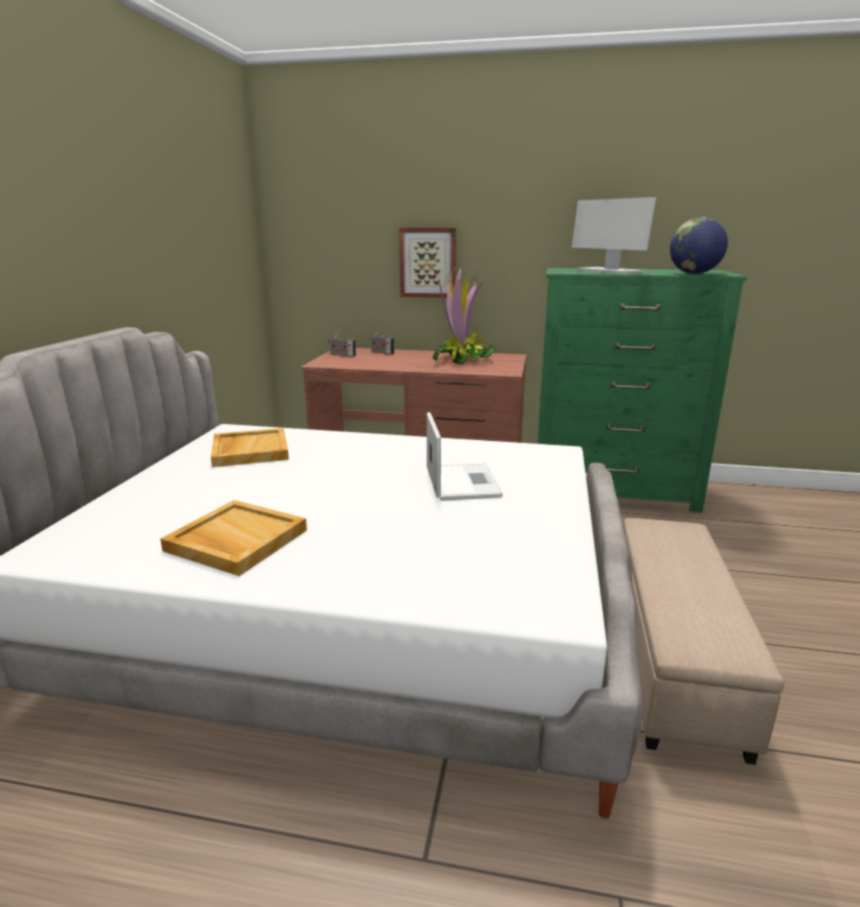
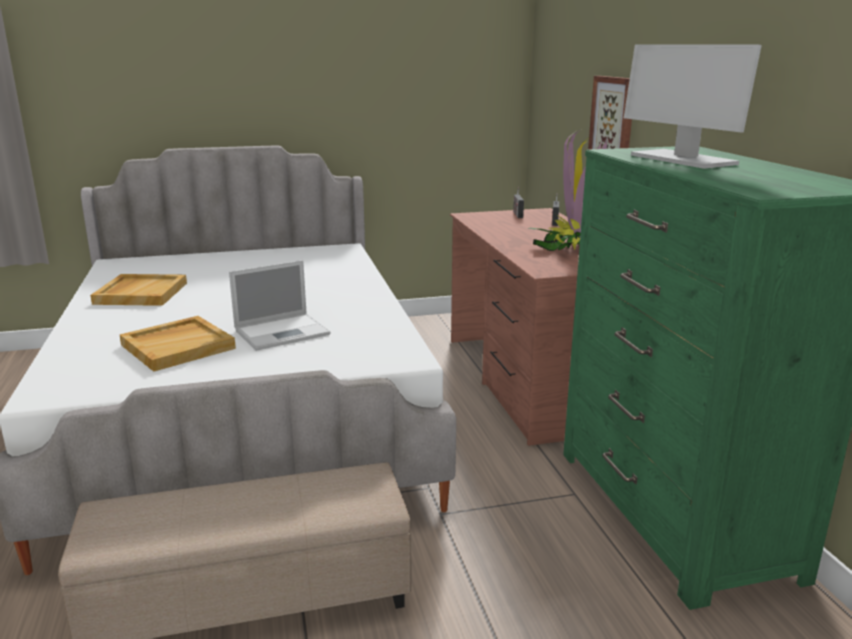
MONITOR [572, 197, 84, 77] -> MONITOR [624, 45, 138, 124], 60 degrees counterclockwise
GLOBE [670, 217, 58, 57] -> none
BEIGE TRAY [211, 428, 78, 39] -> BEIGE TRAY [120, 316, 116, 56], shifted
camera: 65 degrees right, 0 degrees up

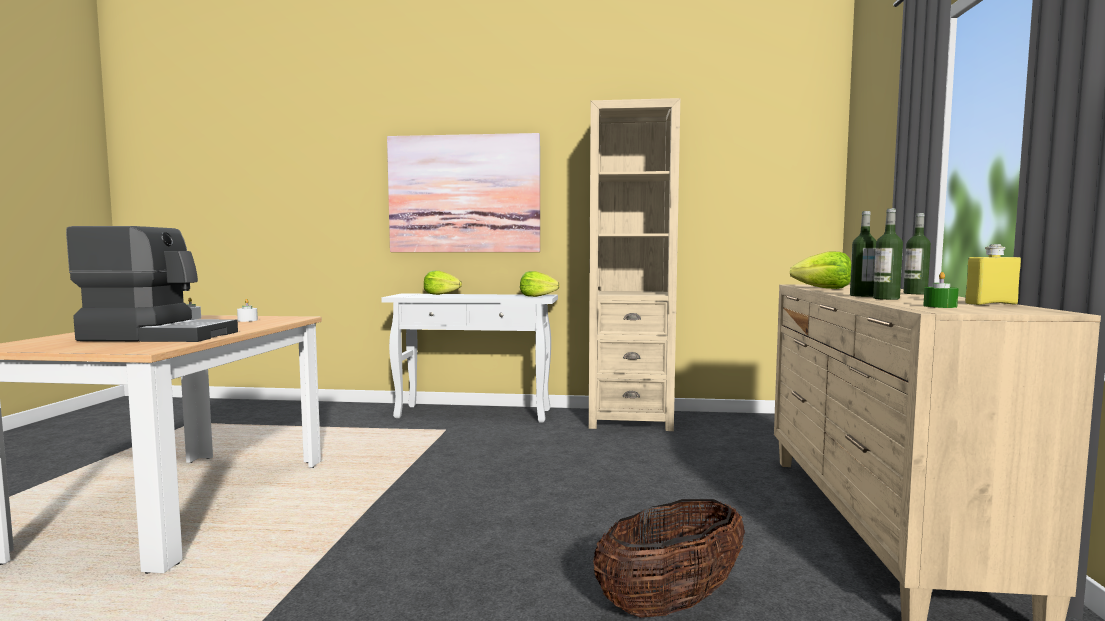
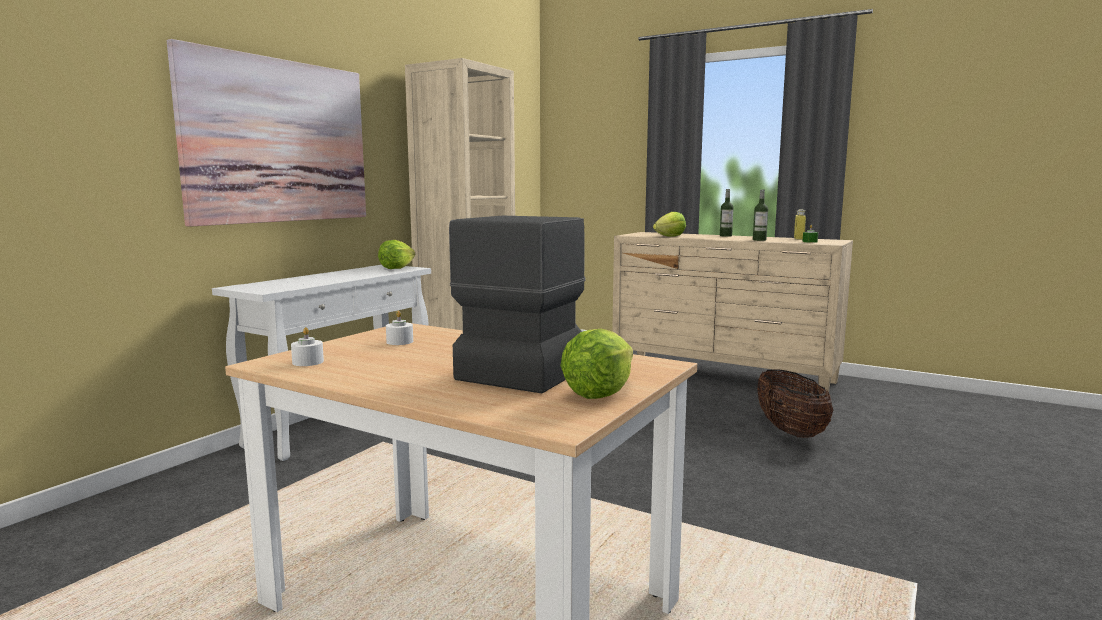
BOTTLE [850, 211, 27, 86] -> none
LETTUCE [424, 270, 38, 25] -> LETTUCE [560, 329, 73, 70], shifted
camera: 65 degrees left, 5 degrees up

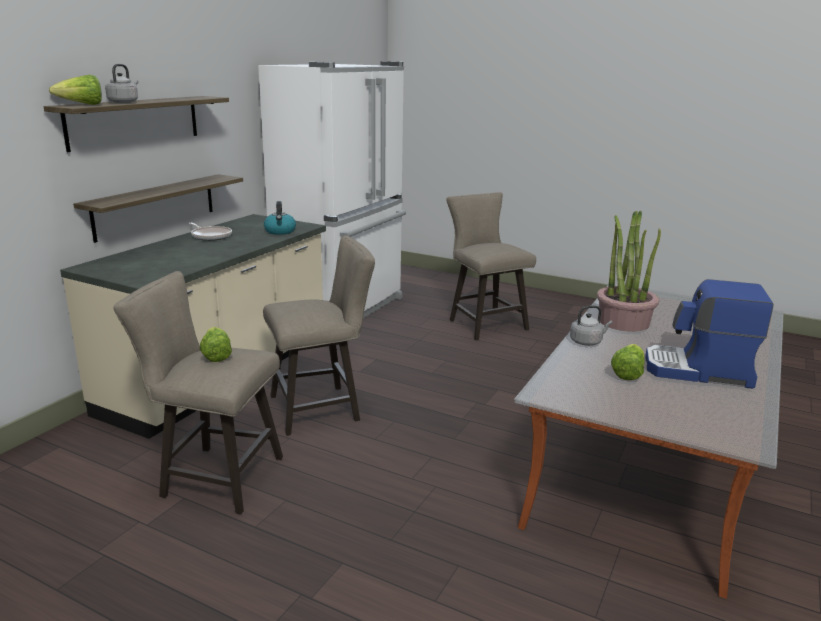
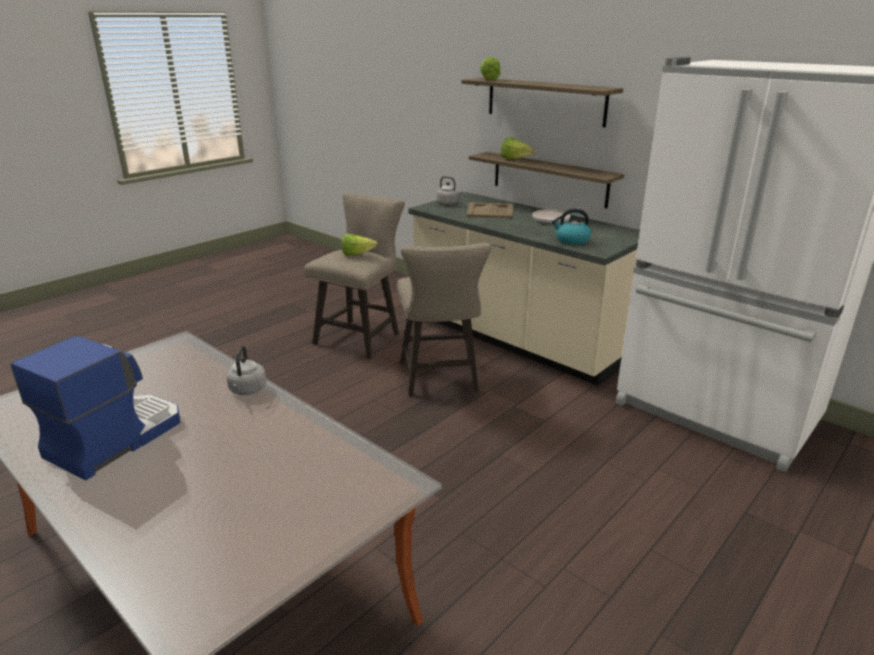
GREY KETTLE [105, 64, 33, 39] -> GREY KETTLE [437, 176, 26, 29], shifted
BEIGE STOOL [446, 192, 90, 148] -> none
POTTED PLANT [597, 210, 64, 122] -> none
LETTUCE [611, 344, 34, 36] -> LETTUCE [501, 137, 34, 22], shifted
none -> BEIGE TRAY [467, 202, 46, 16]
camera: 105 degrees right, 5 degrees up

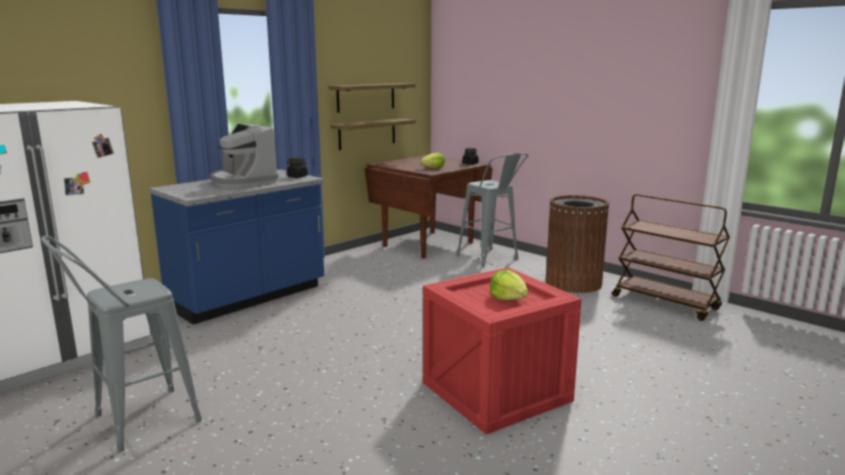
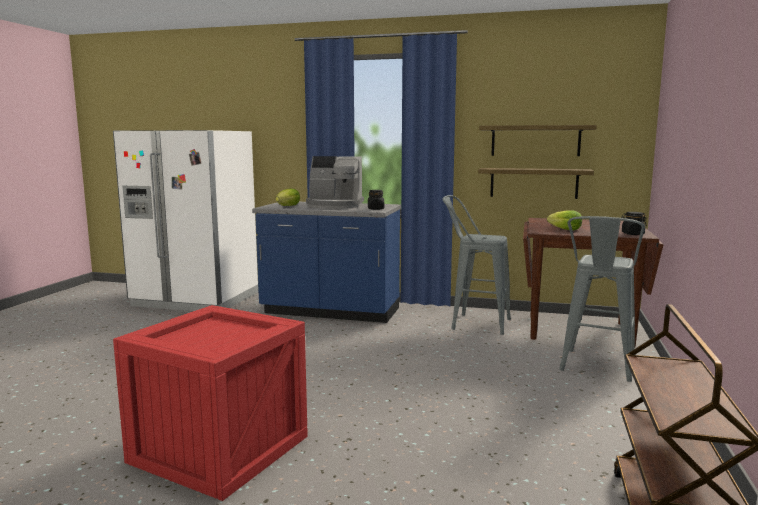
COFFEE MACHINE [210, 124, 69, 63] -> COFFEE MACHINE [306, 156, 58, 53], 105 degrees counterclockwise
BROWN TRASH CAN [546, 195, 63, 98] -> none
GREY STOOL [41, 236, 161, 216] -> GREY STOOL [442, 195, 69, 140], shifted
LETTUCE [490, 270, 38, 30] -> LETTUCE [275, 189, 25, 17], shifted
camera: 60 degrees right, 5 degrees down

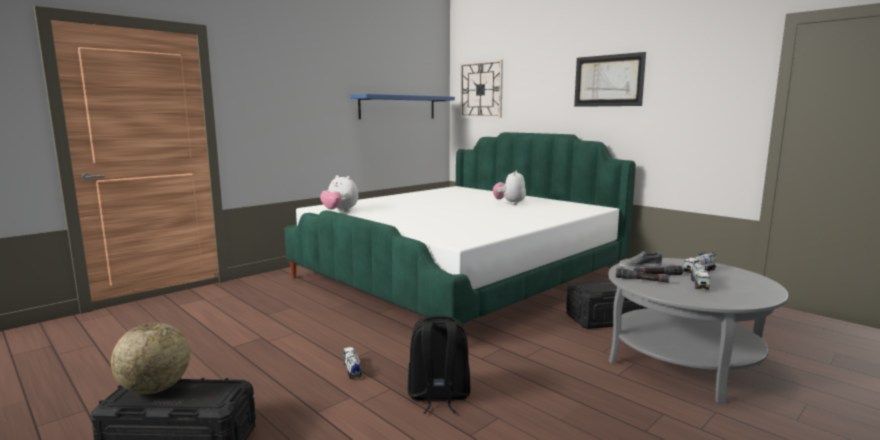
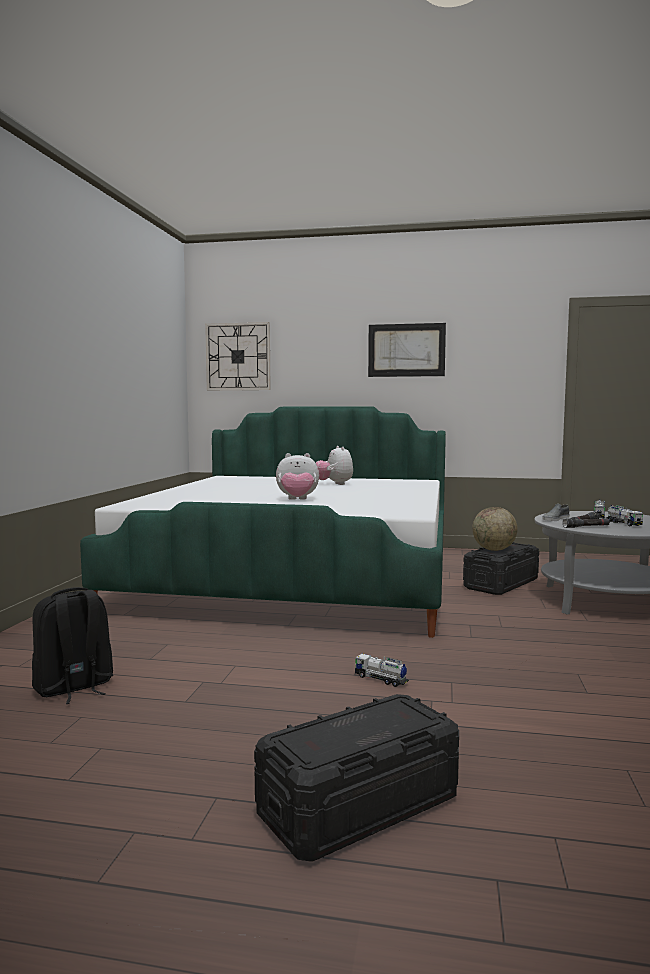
BLUE SHELF [351, 94, 104, 25] -> none
PLUSH TOY [320, 175, 38, 37] -> PLUSH TOY [276, 453, 43, 47], shifted
BLACK BACKPACK [407, 315, 64, 99] -> BLACK BACKPACK [32, 587, 81, 117], shifted
GLOBE [111, 322, 79, 72] -> GLOBE [472, 507, 46, 44], shifted
camera: 35 degrees left, 5 degrees down

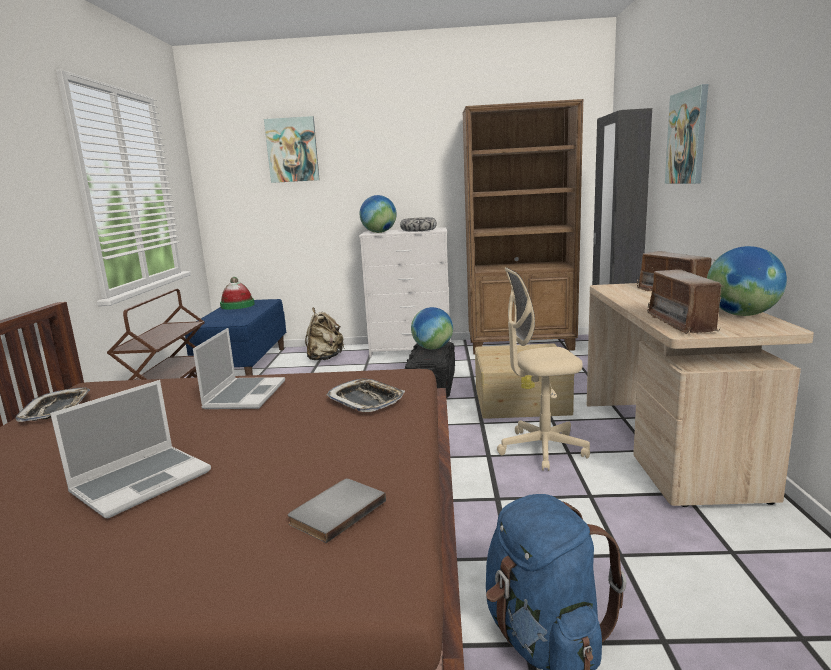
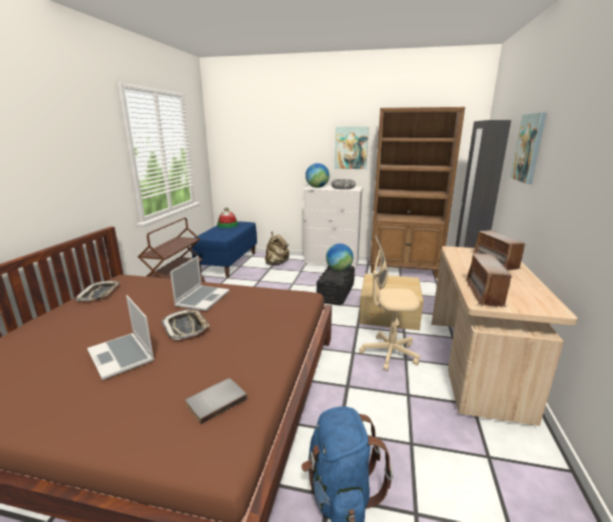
PICTURE [264, 116, 56, 67] -> PICTURE [334, 127, 35, 42], shifted
GLOBE [707, 246, 80, 70] -> none
TRAY [326, 379, 79, 33] -> TRAY [162, 309, 47, 31], shifted
LAPTOP [50, 380, 161, 138] -> LAPTOP [87, 295, 67, 85], 90 degrees clockwise
camera: 10 degrees right, 5 degrees up

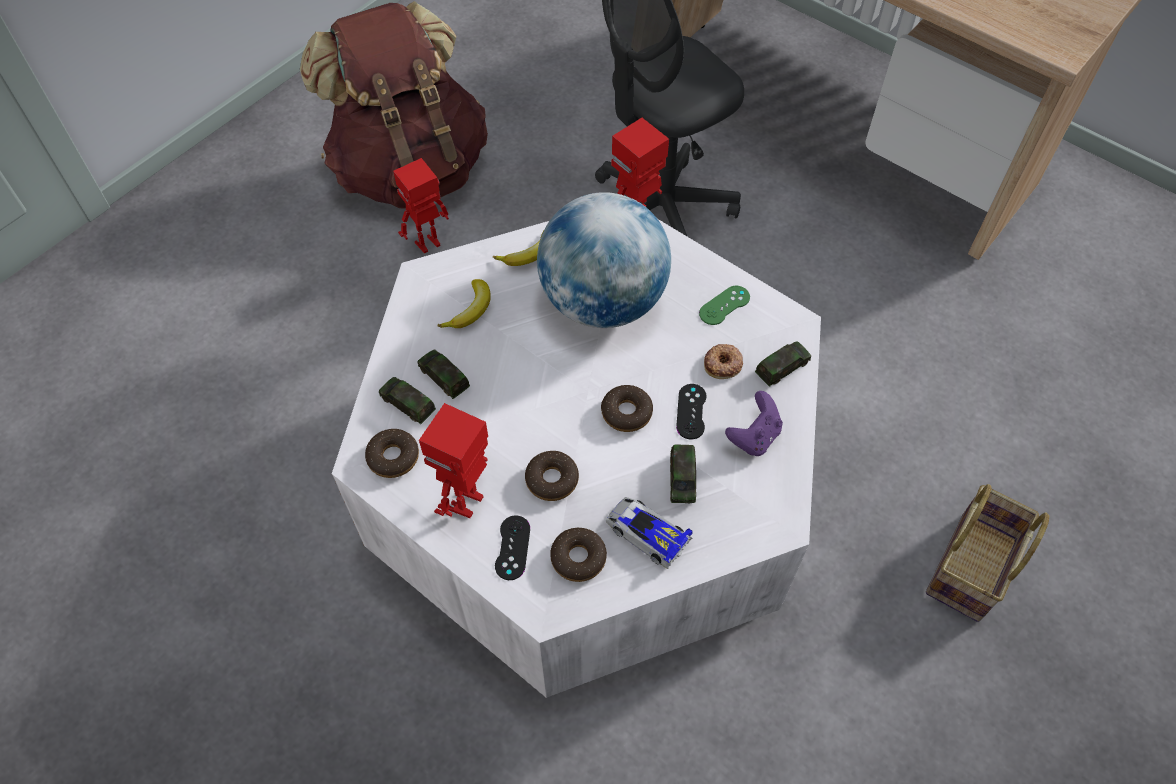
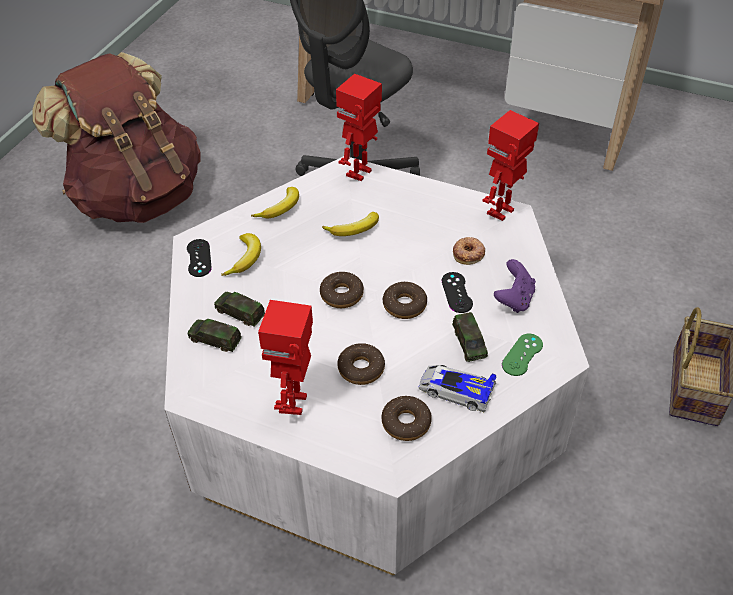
TOY ROBOT [393, 158, 56, 95] -> TOY ROBOT [482, 110, 57, 111], shifted
GLOBE [537, 192, 134, 136] -> BANANA [322, 212, 57, 24]
GREEN GAME CONTROLLER [699, 286, 51, 39] -> GREEN GAME CONTROLLER [502, 334, 41, 42], shifted
TOY CAR [755, 341, 56, 46] -> none
DONUT [365, 429, 54, 49] -> DONUT [320, 272, 44, 36], shifted
BLACK GAME CONTROLLER [495, 515, 35, 65] -> BLACK GAME CONTROLLER [187, 239, 25, 38], shifted
camera: 15 degrees left, 10 degrees down

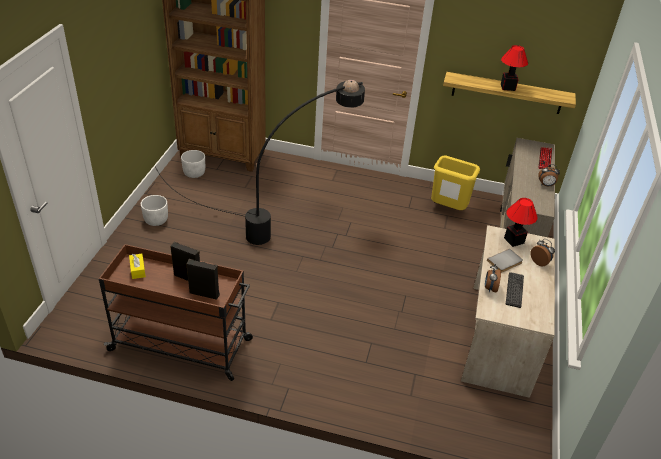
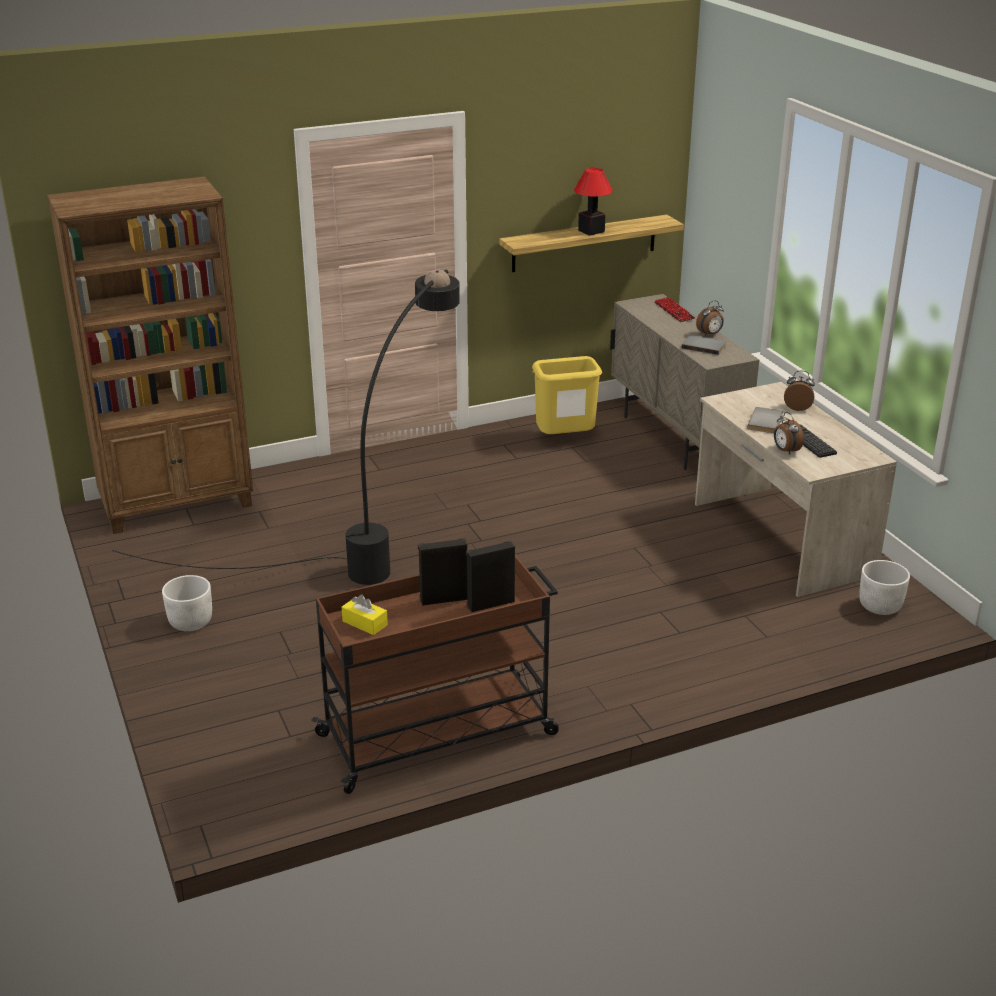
WHITE PLANTER [181, 150, 24, 28] -> WHITE PLANTER [859, 560, 51, 55], shifted
TABLE LAMP [504, 198, 34, 49] -> none
none -> GREY BOOK [681, 335, 45, 20]
camera: 35 degrees left, 10 degrees down

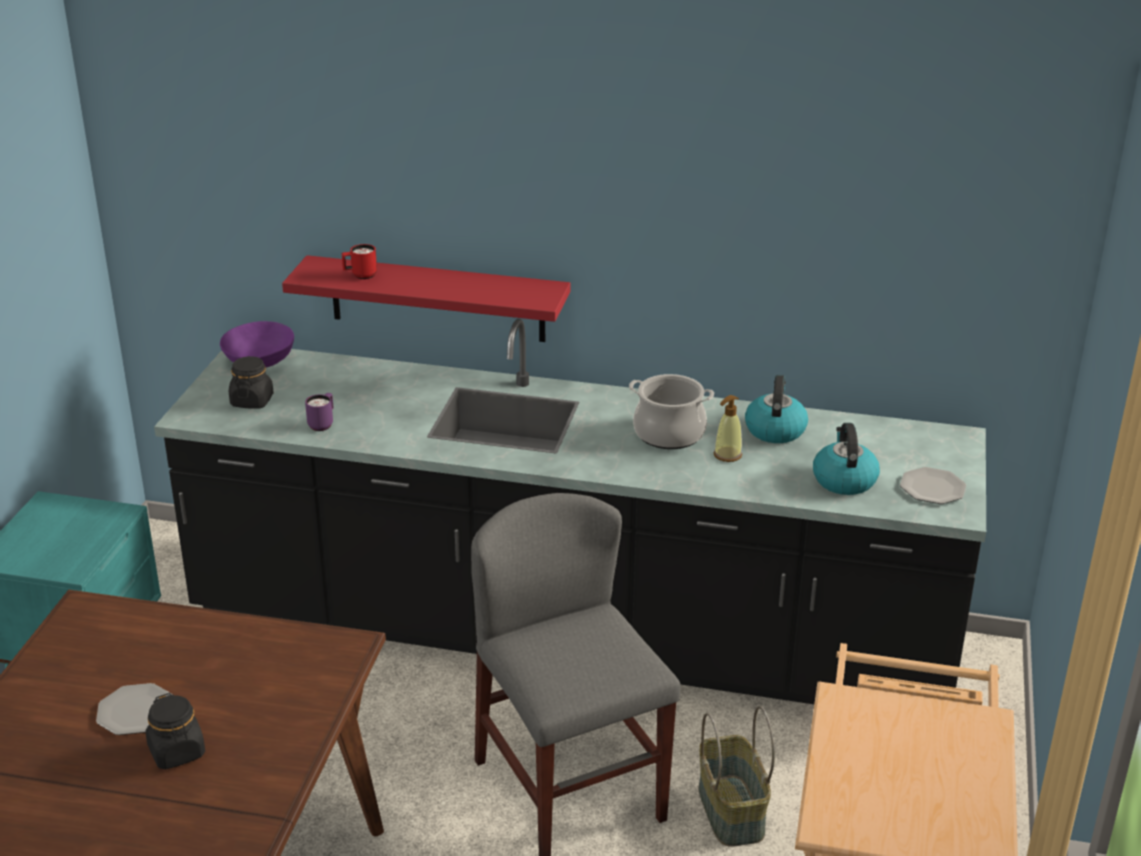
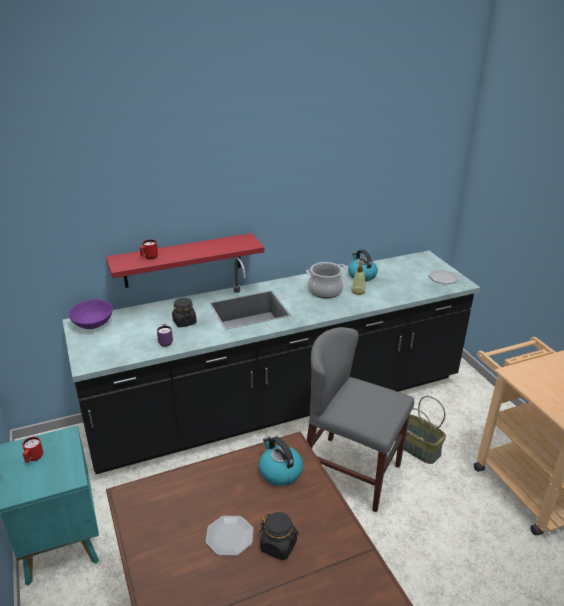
BLACK JAR [229, 356, 45, 53] -> BLACK JAR [172, 298, 25, 30], shifted
KETTLE [813, 423, 67, 72] -> KETTLE [259, 436, 44, 50], shifted
none -> RED MUG [22, 437, 21, 26]
camera: 35 degrees left, 0 degrees up

